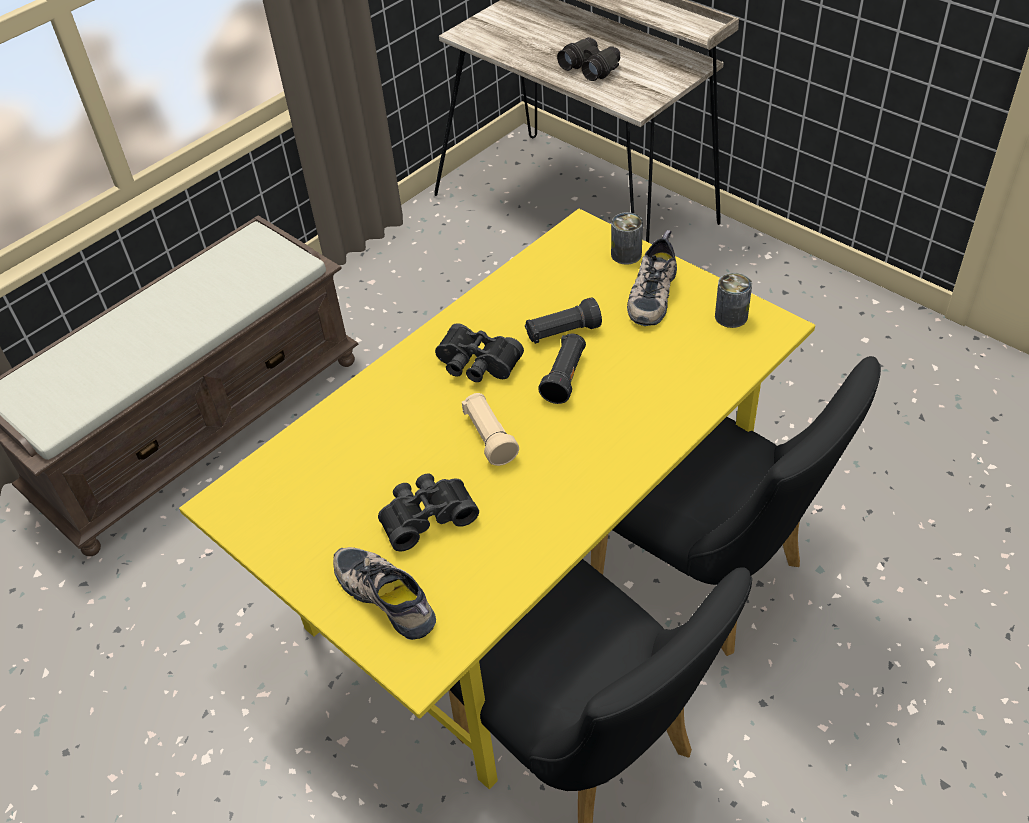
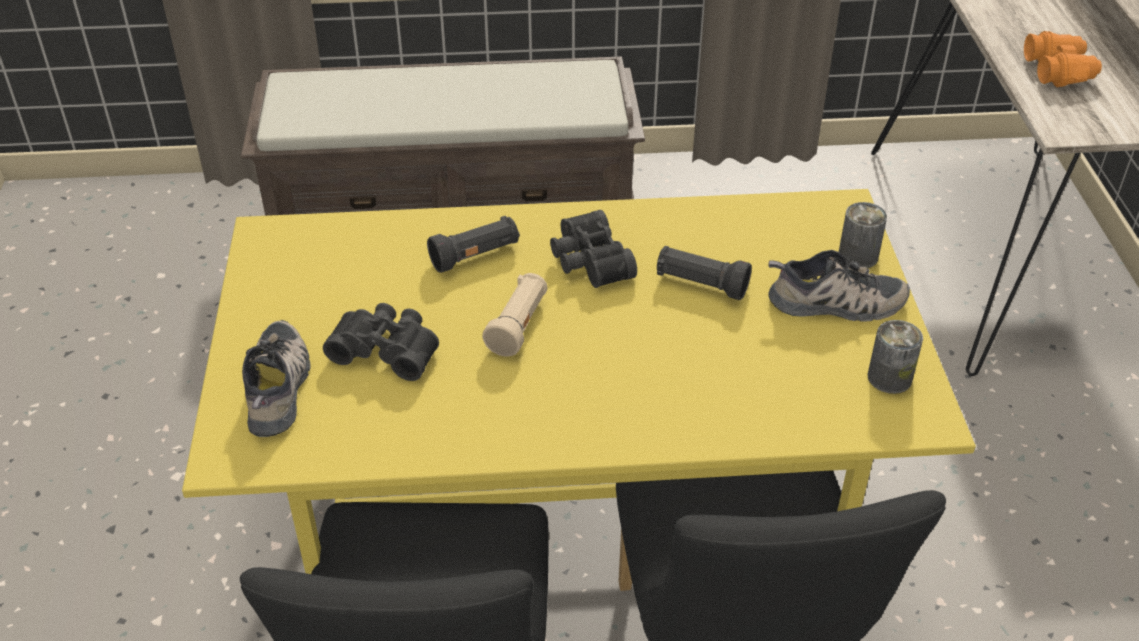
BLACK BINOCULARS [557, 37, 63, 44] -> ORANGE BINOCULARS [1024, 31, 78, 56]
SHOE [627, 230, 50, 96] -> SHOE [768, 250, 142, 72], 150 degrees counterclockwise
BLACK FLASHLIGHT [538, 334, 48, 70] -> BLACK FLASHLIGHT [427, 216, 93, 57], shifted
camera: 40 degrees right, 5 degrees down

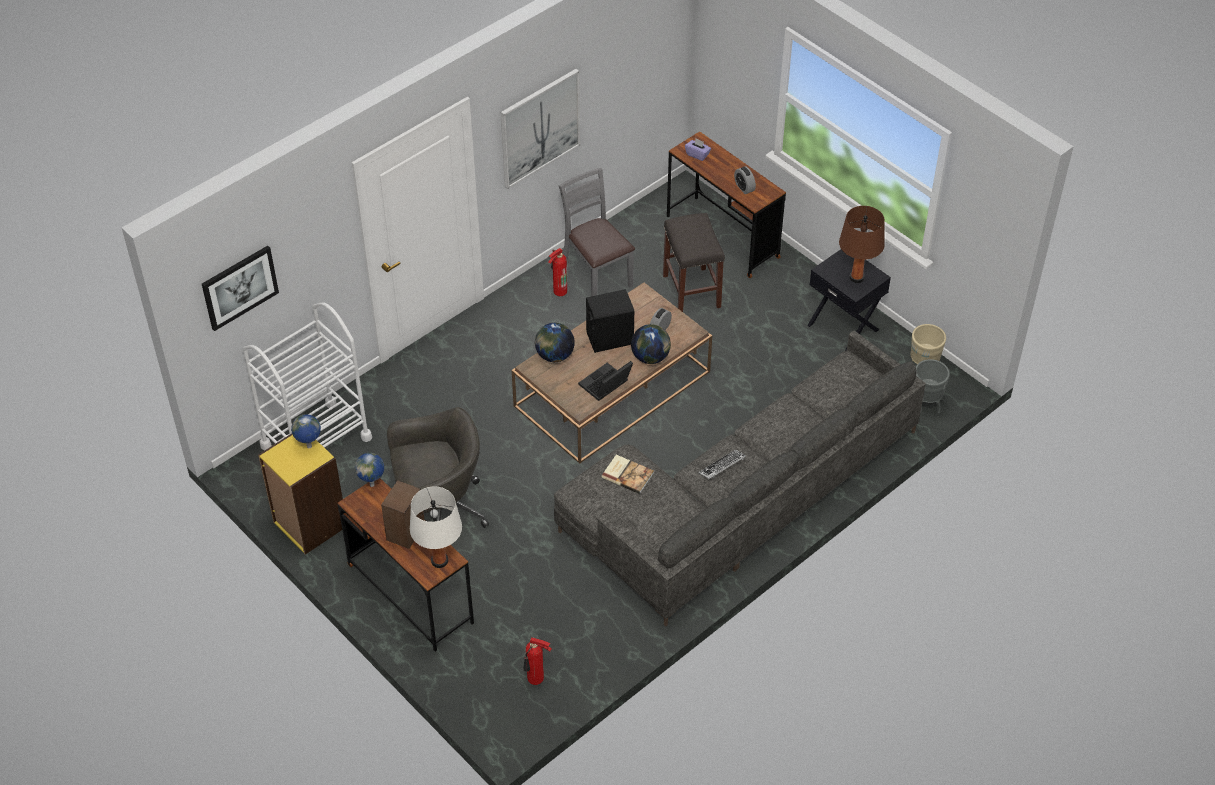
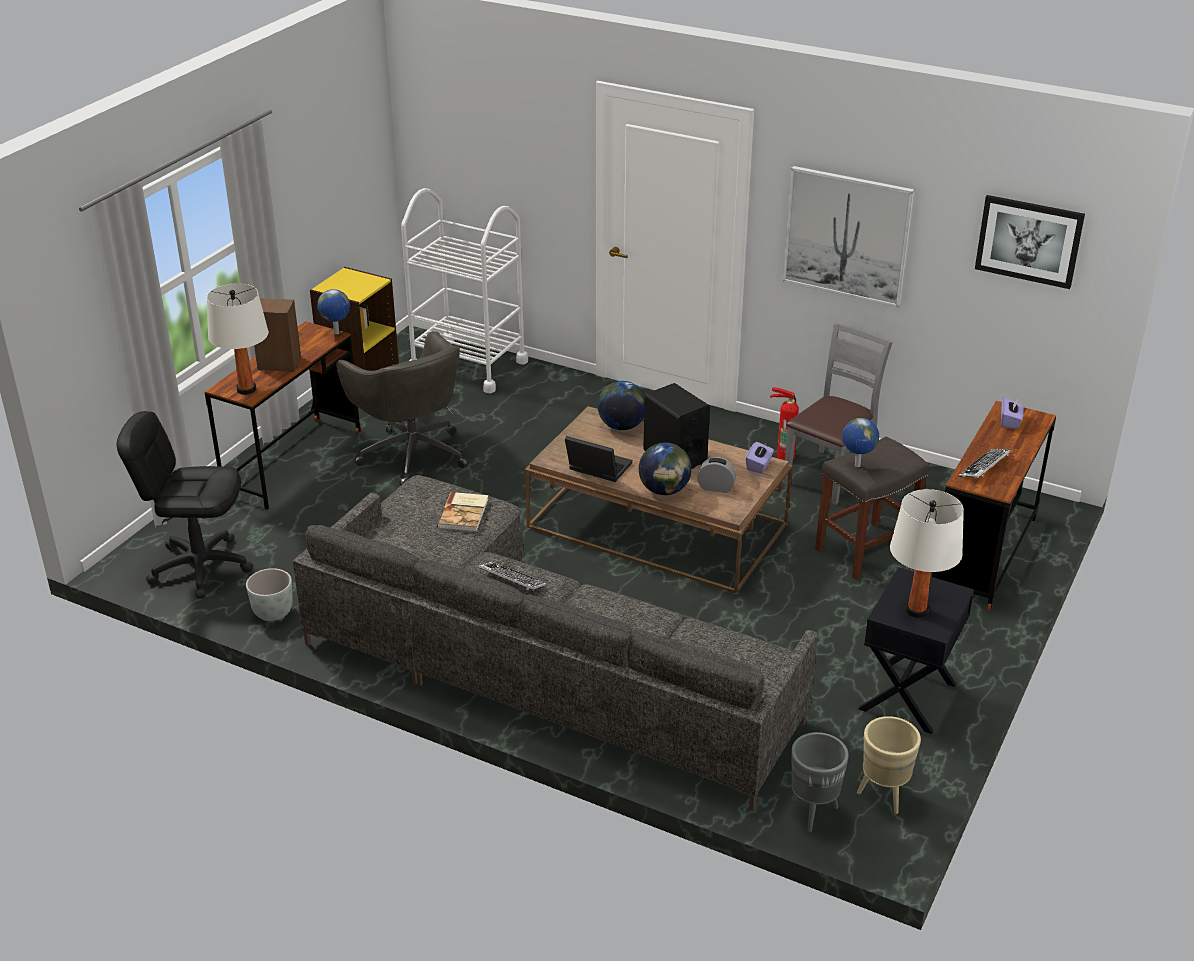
ALARM CLOCK [734, 166, 22, 28] -> KEYBOARD [958, 449, 53, 29]
BROWN TABLE LAMP [839, 206, 46, 77] -> WHITE TABLE LAMP [890, 489, 74, 129]
PICTURE [202, 246, 77, 85] -> PICTURE [975, 195, 110, 94], shifted
GLOBE [291, 414, 30, 34] -> GLOBE [842, 418, 37, 49], shifted
FIRE EXTINGUISHER [523, 637, 28, 48] -> BLACK OFFICE CHAIR [117, 411, 136, 188]
none -> PURPLE TISSUE BOX [746, 442, 28, 32]
none -> GREY PLANTER [246, 568, 47, 53]
camera: 70 degrees right, 15 degrees down

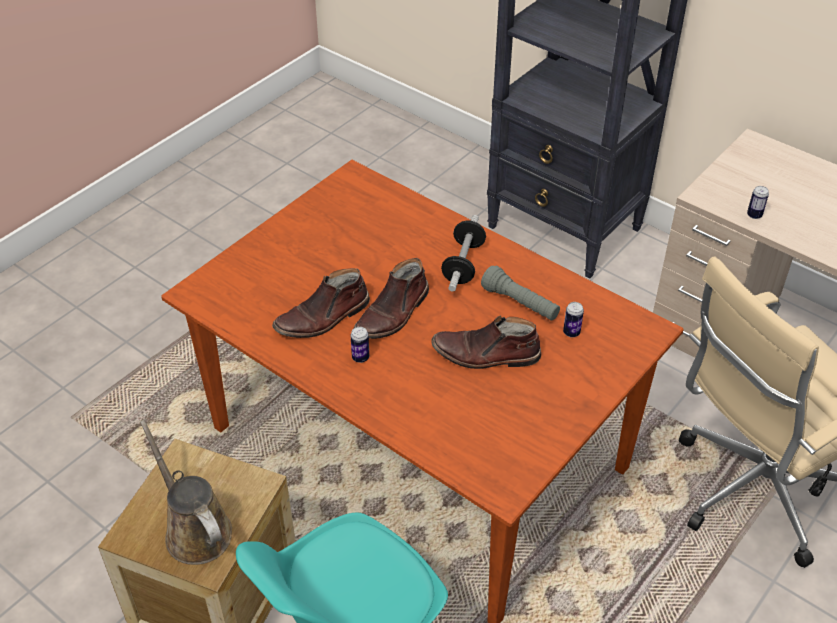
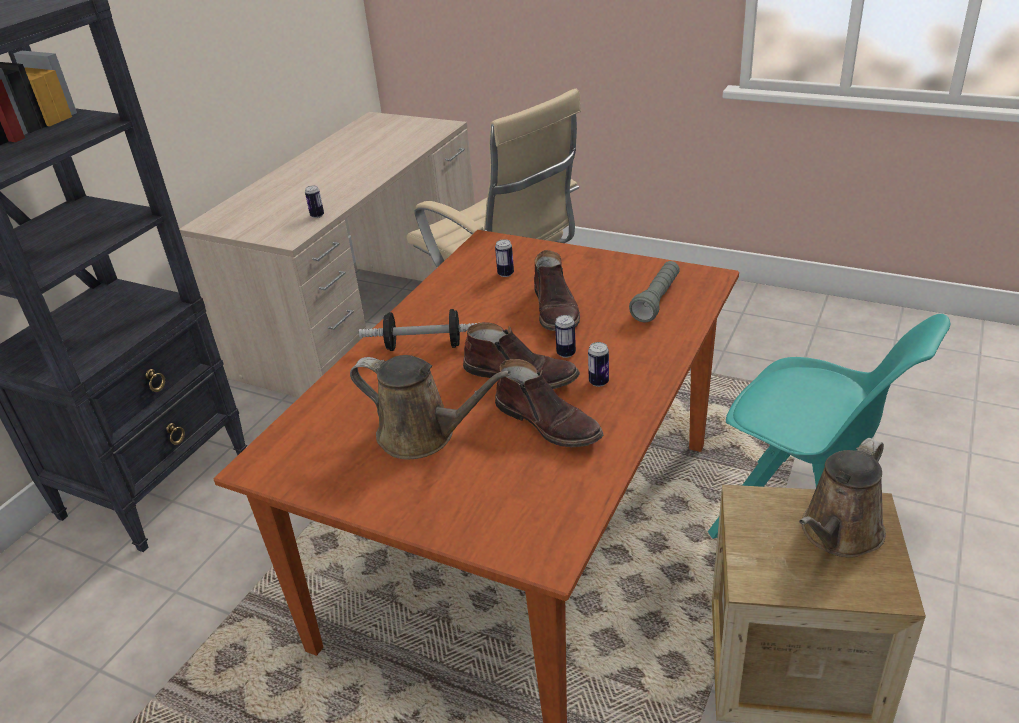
GREY FLASHLIGHT [481, 266, 79, 55] -> GREY FLASHLIGHT [629, 261, 51, 62], shifted
none -> CAN [555, 315, 21, 43]
none -> BROWN WATERING CAN [350, 355, 161, 104]
camera: 100 degrees left, 10 degrees down

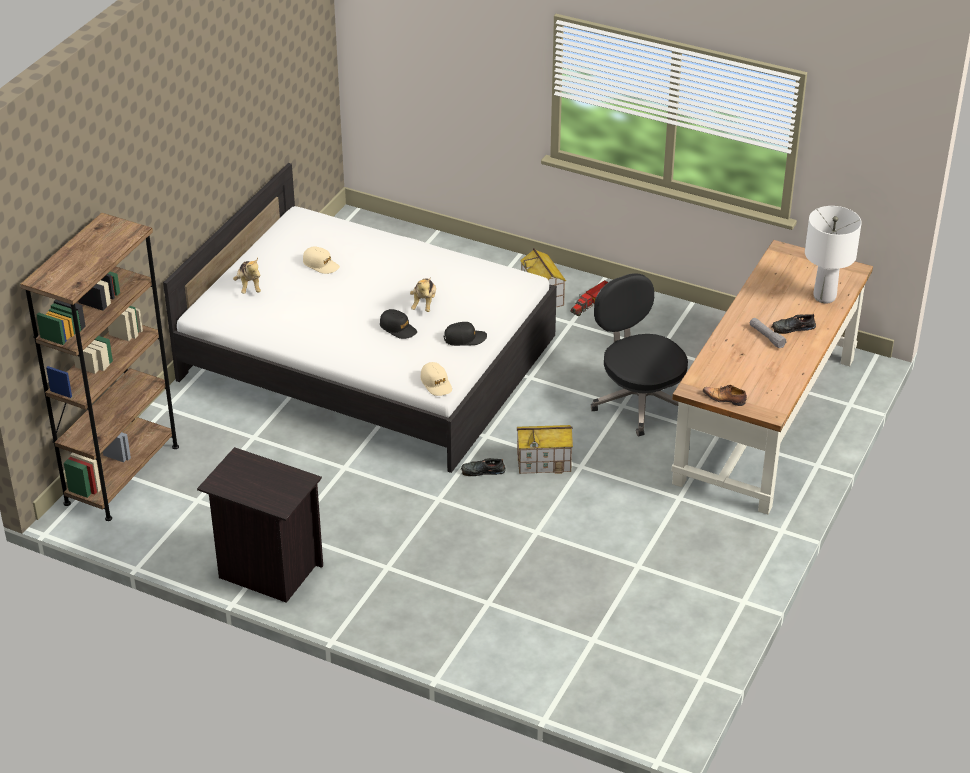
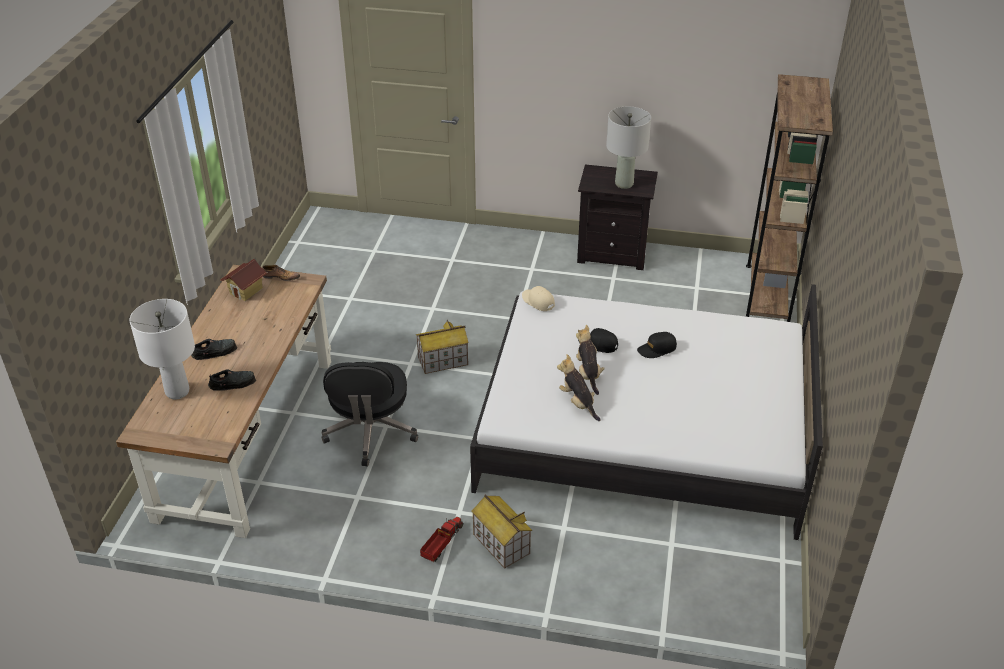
BEIGE CAP [303, 246, 37, 28] -> none
PLUSH TOY [233, 258, 28, 36] -> PLUSH TOY [557, 354, 43, 67], shifted
BLACK OFFICE CHAIR [591, 274, 97, 162] -> BLACK OFFICE CHAIR [322, 362, 96, 105], 45 degrees clockwise
GREY FLASHLIGHT [750, 318, 37, 30] -> none
BLACK CAP [443, 322, 44, 24] -> BLACK CAP [637, 332, 40, 26], shifted
BLACK SHOE [460, 458, 46, 18] -> BLACK SHOE [208, 370, 48, 21], shifted
none -> GREY TABLE LAMP [606, 106, 45, 83]
none -> TOY HOUSE [220, 259, 47, 42]
camera: 165 degrees right, 0 degrees up

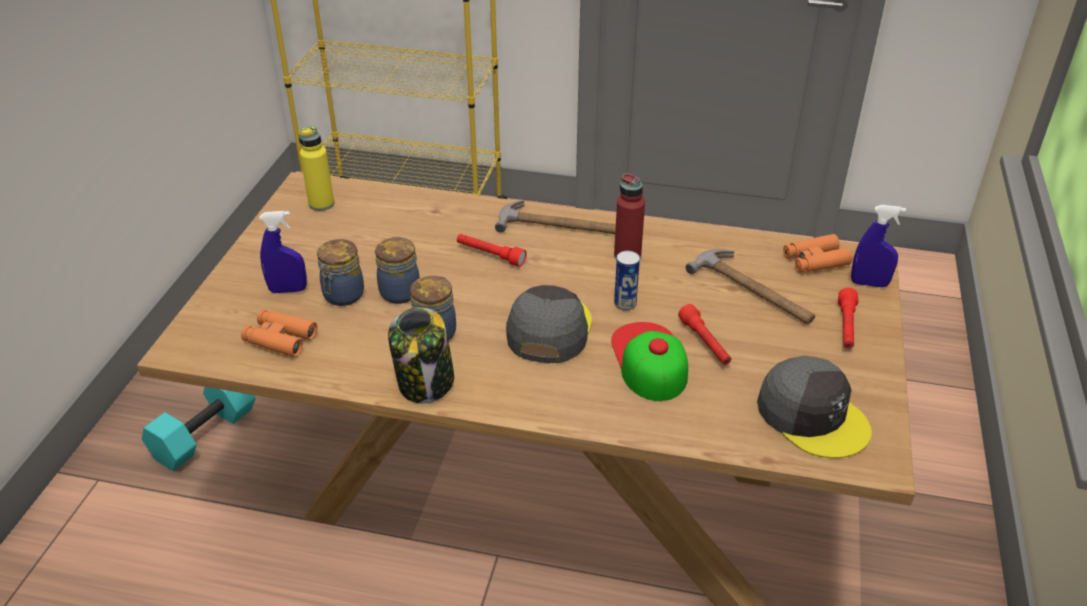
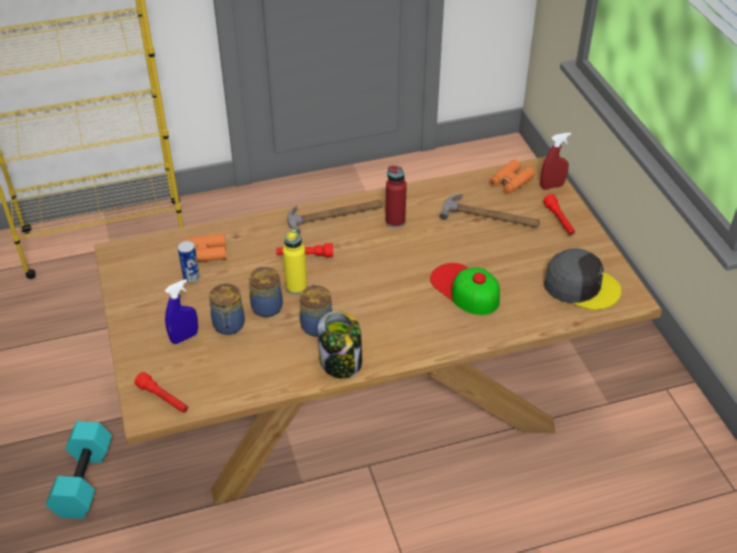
YELLOW BOTTLE [299, 126, 35, 85] -> YELLOW BOTTLE [283, 229, 24, 66], shifted
BLUE SPRAY BOTTLE [851, 205, 55, 83] -> RED SPRAY BOTTLE [540, 132, 31, 57]
CAN [614, 251, 26, 60] -> CAN [178, 241, 22, 42], shifted
GREY CAP [506, 285, 86, 78] -> none
RED FLASHLIGHT [678, 304, 53, 61] -> RED FLASHLIGHT [134, 372, 54, 41], shifted
ORANGE BINOCULARS [241, 309, 76, 48] -> ORANGE BINOCULARS [183, 234, 43, 27], shifted
camera: 30 degrees left, 5 degrees up

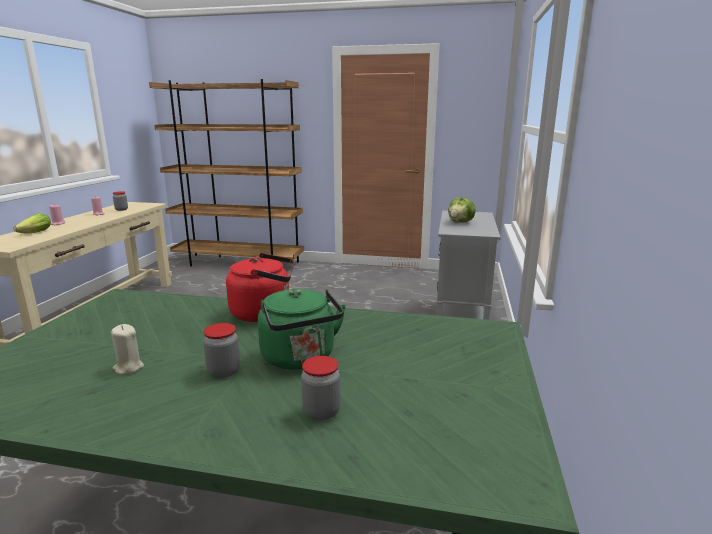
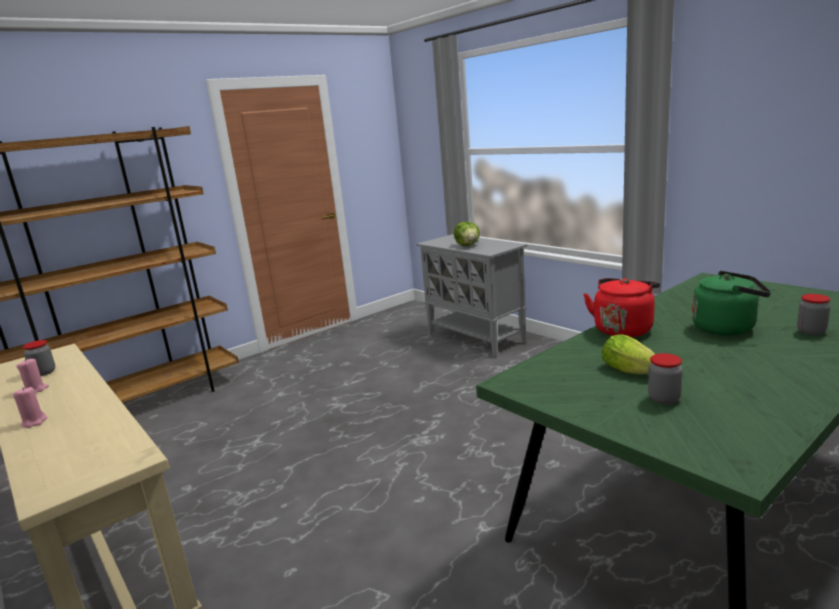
LETTUCE [13, 213, 38, 20] -> LETTUCE [601, 334, 54, 40], shifted
JAR [203, 323, 37, 55] -> JAR [648, 353, 35, 51], shifted
BEIGE CANDLE [111, 324, 33, 51] -> none
camera: 50 degrees left, 0 degrees up

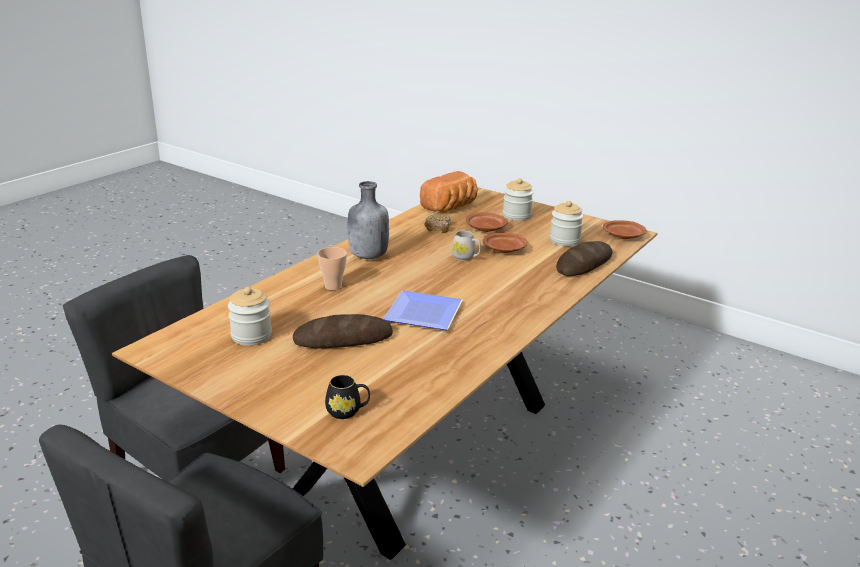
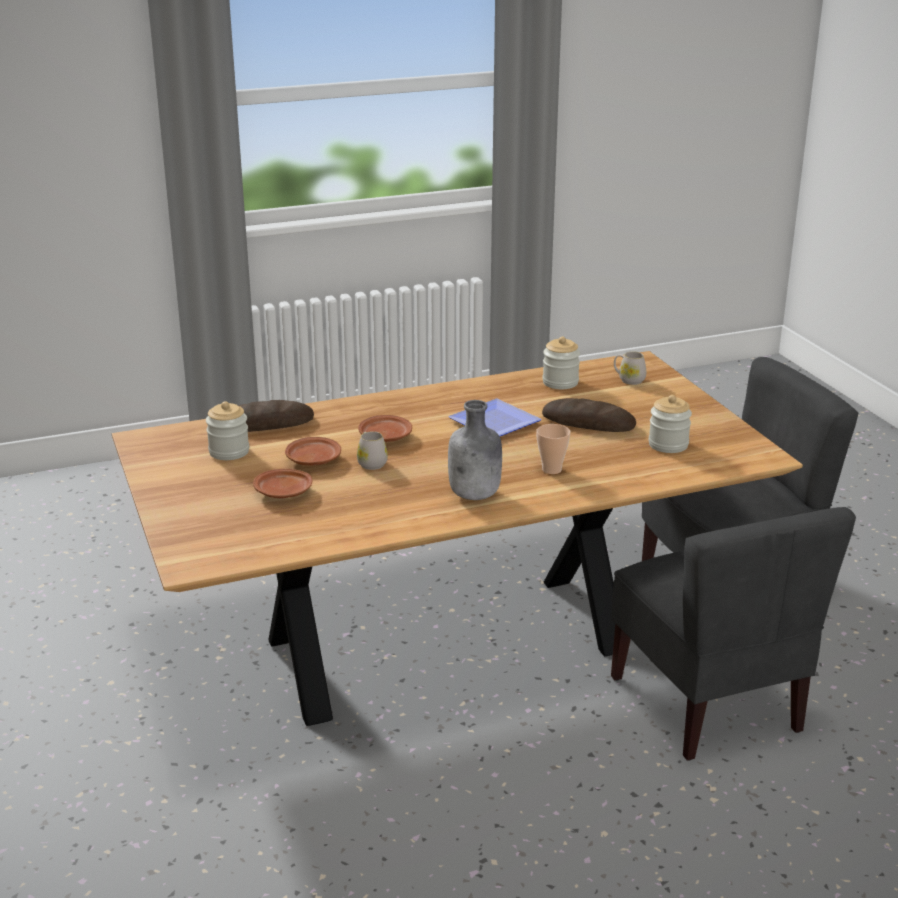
BREAD [420, 171, 58, 41] -> none
JAR [503, 178, 31, 43] -> JAR [542, 337, 38, 52], shifted
DONUT [424, 215, 27, 18] -> none
BROWN PLATE [603, 220, 43, 19] -> BROWN PLATE [358, 415, 54, 27], shifted
BLACK MUG [325, 375, 45, 44] -> WHITE MUG [614, 352, 32, 33]
camera: 145 degrees left, 0 degrees up

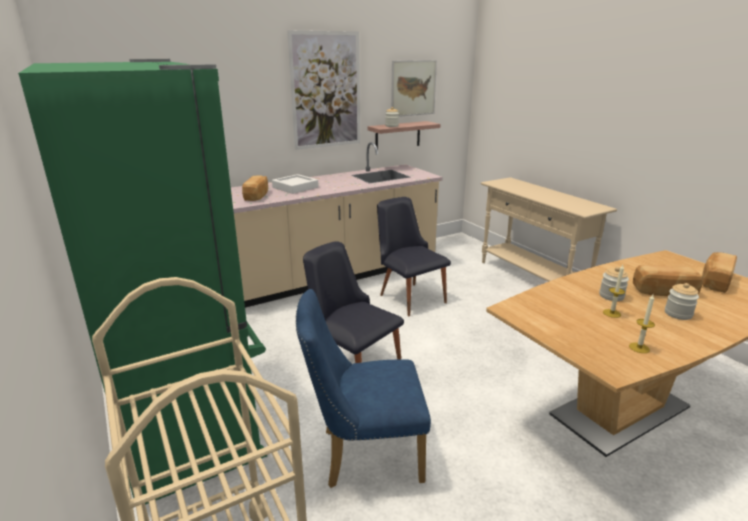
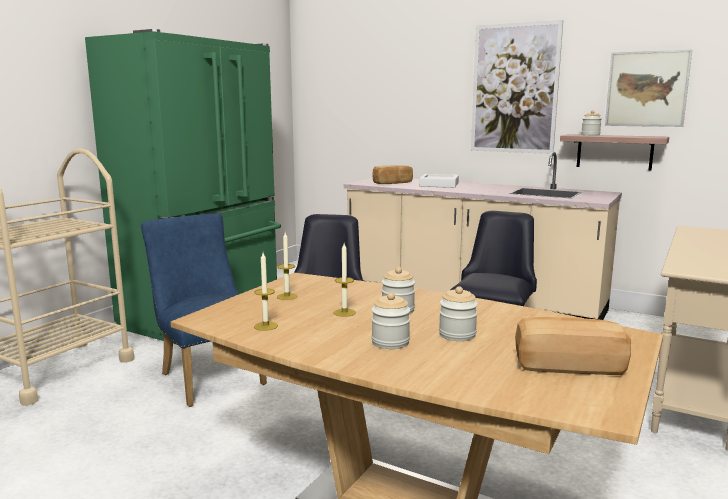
BREAD [633, 265, 70, 31] -> JAR [439, 286, 39, 55]
none -> CANDLE [277, 232, 21, 68]
camera: 60 degrees right, 10 degrees down

